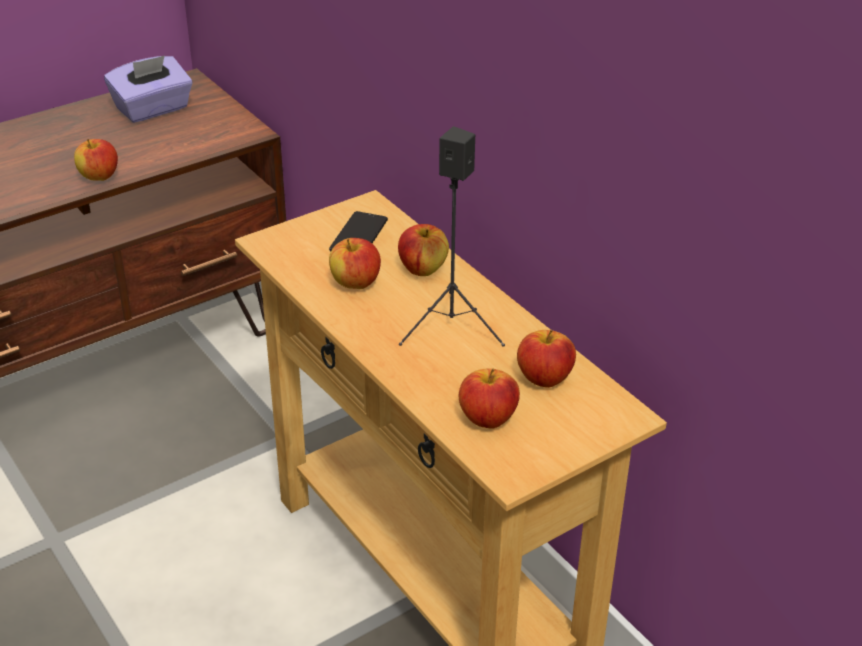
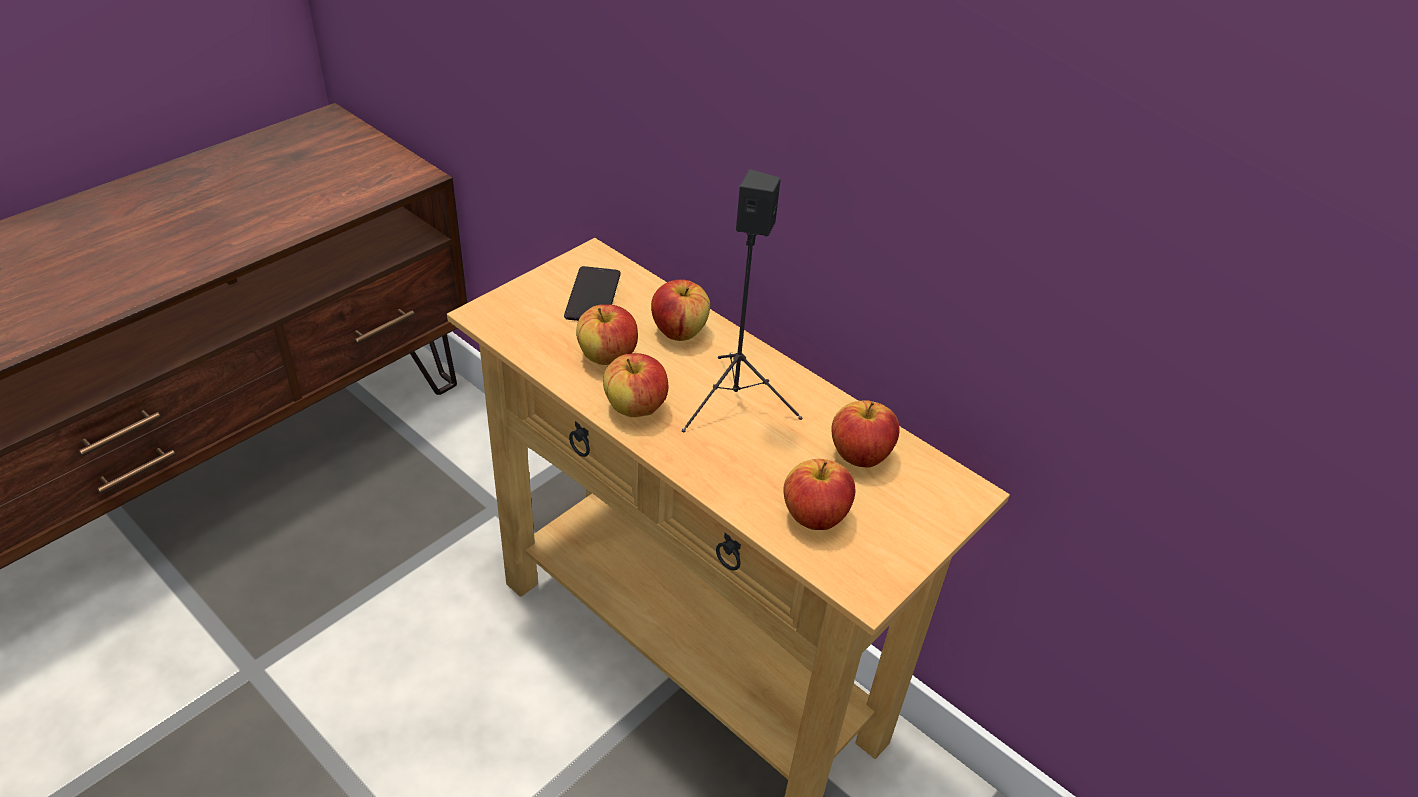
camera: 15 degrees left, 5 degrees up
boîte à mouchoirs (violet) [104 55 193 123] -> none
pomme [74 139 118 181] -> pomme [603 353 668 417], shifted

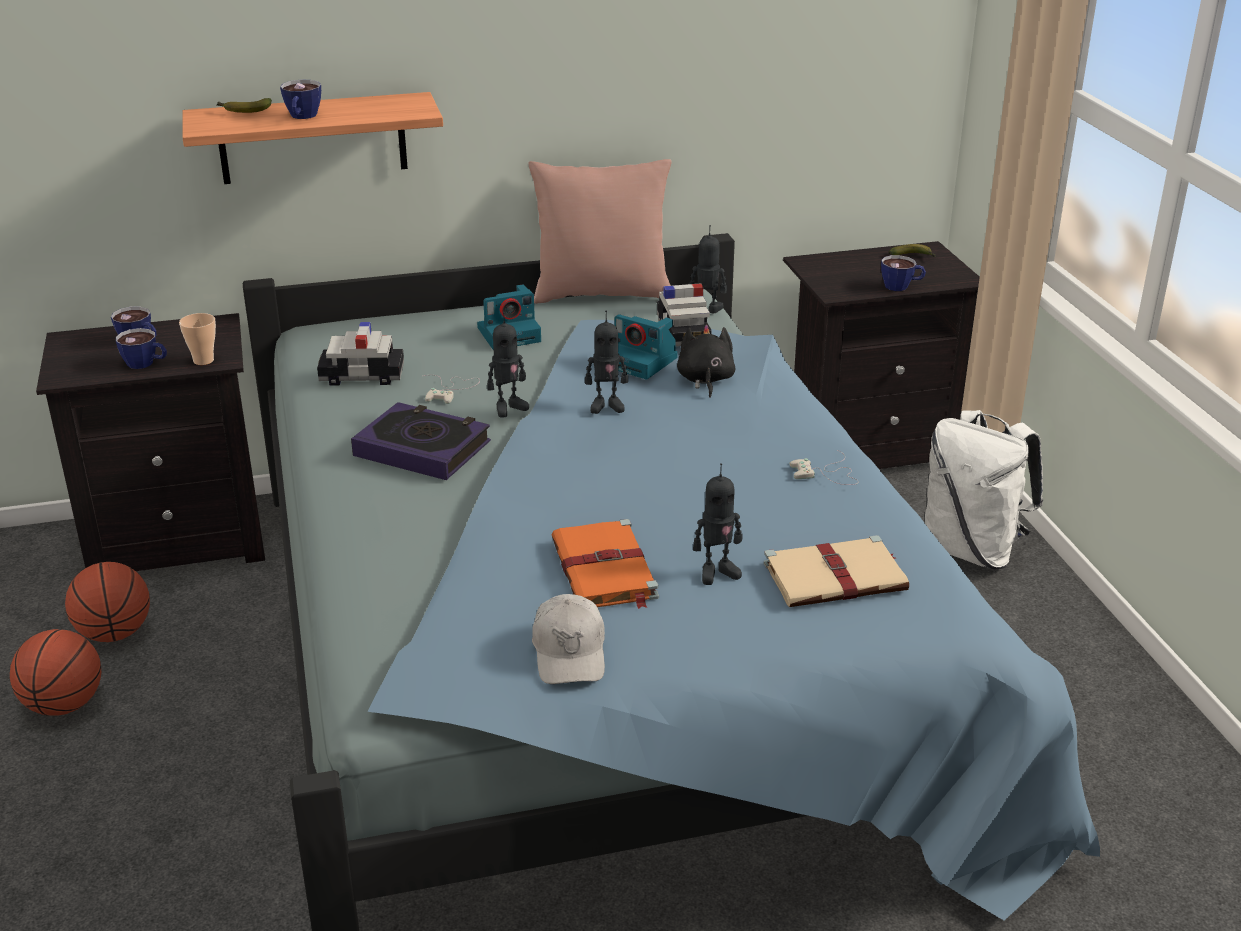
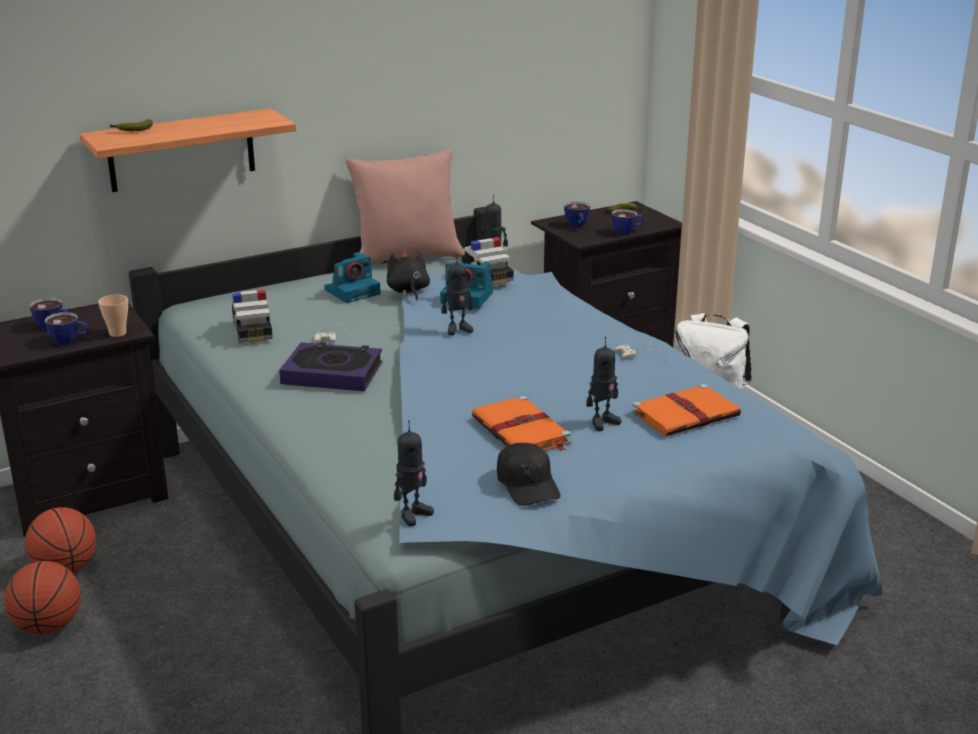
camera: 15 degrees left, 5 degrees down
tasse [280 80 321 119] -> tasse [564 201 590 227], shifted
robot jouet [487 312 529 418] -> robot jouet [394 420 434 526], shifted
peluche (noir) [677 325 736 398] -> peluche (noir) [387 250 430 301], shifted
casquette (blanc) [532 594 605 684] -> casquette (noir) [497 443 560 506]
livre (beige) [764 535 909 607] -> livre (orange) [632 384 741 436]
petite voiture [317 322 404 386] -> petite voiture [232 289 273 343], 90 degrees counterclockwise

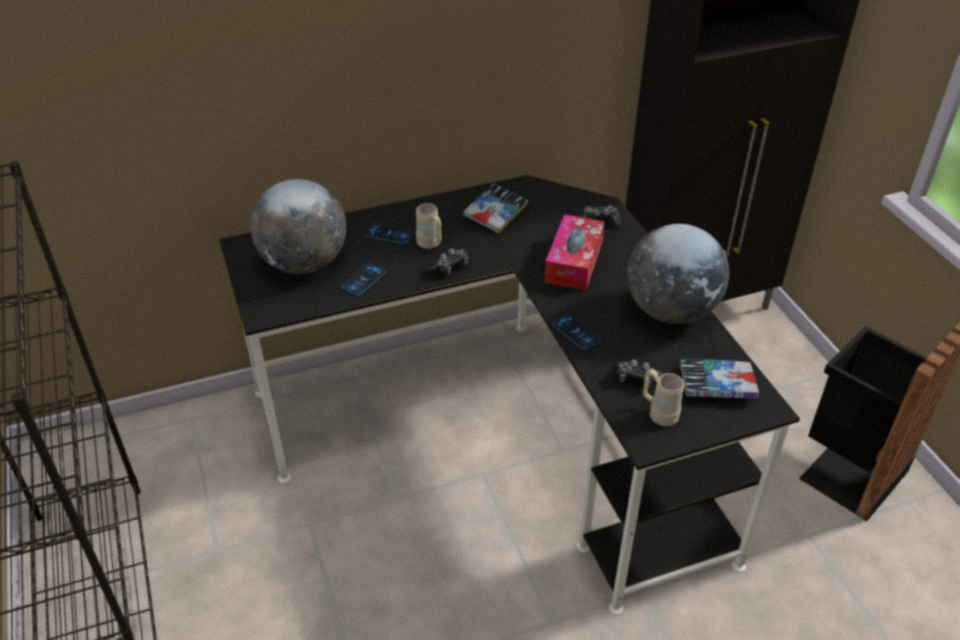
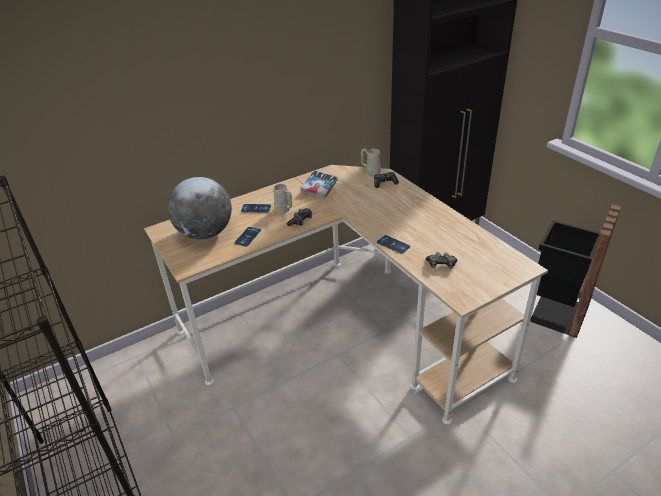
camera: 10 degrees left, 5 degrees down
boîte à mouchoirs [544 214 605 290] -> none
globe [627 224 729 324] -> none
livre [680 359 759 399] -> none
mug (beige) [643 369 684 426] -> mug (beige) [361 148 381 176], shifted
bureau (noir) [219 175 800 615] -> bureau (beige) [144 165 548 424]

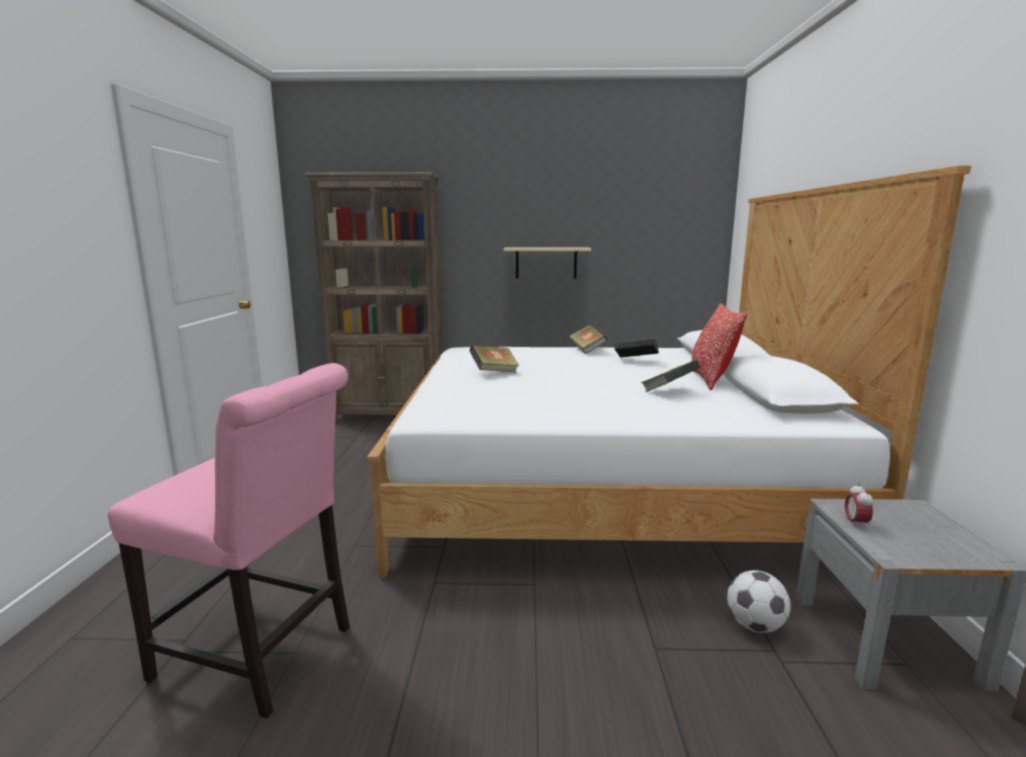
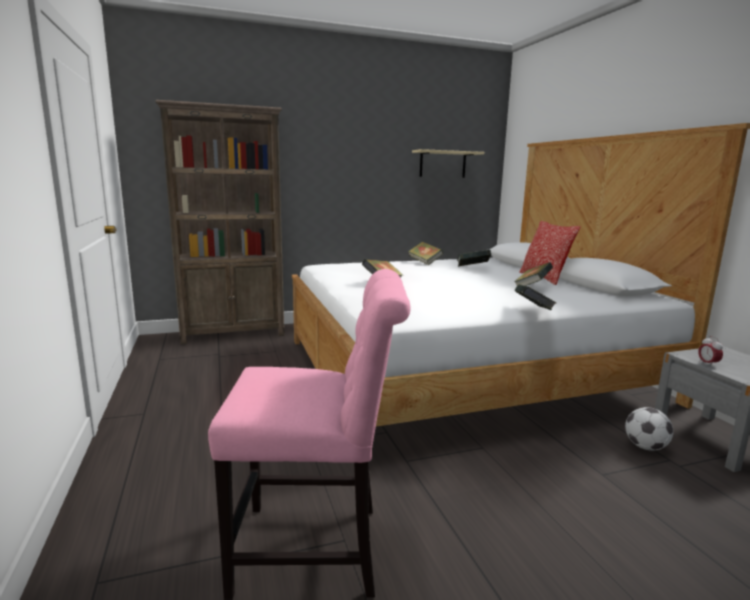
camera: 20 degrees left, 0 degrees up
none -> livre [515 284 556 310]
étagère (beige) [503 247 591 279] -> étagère (beige) [412 149 484 178], shifted

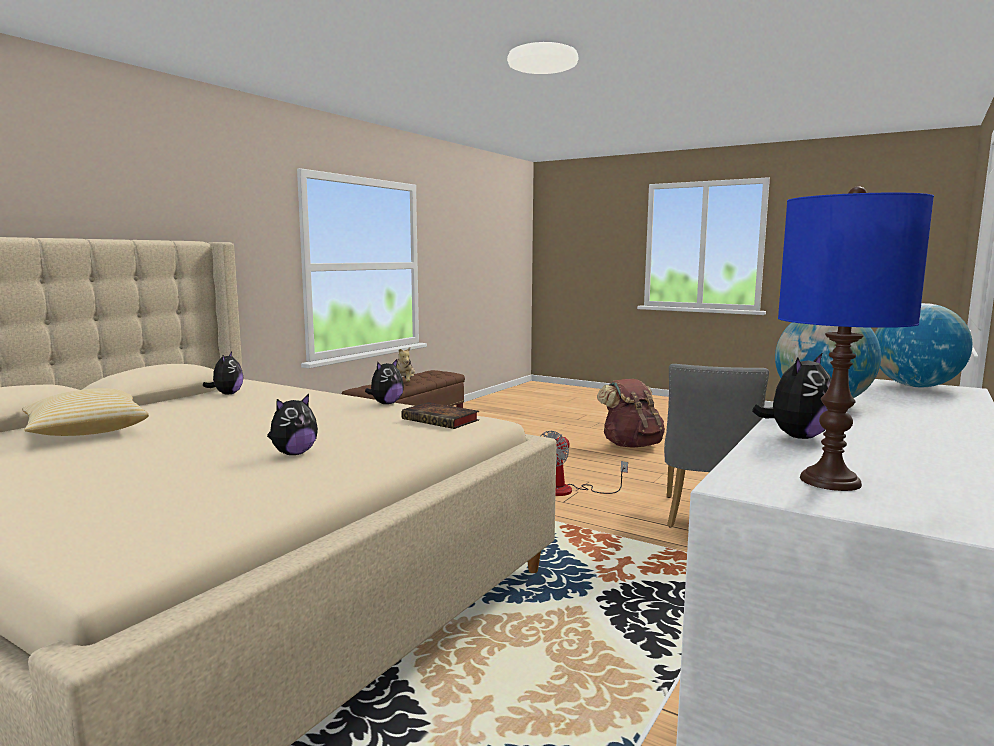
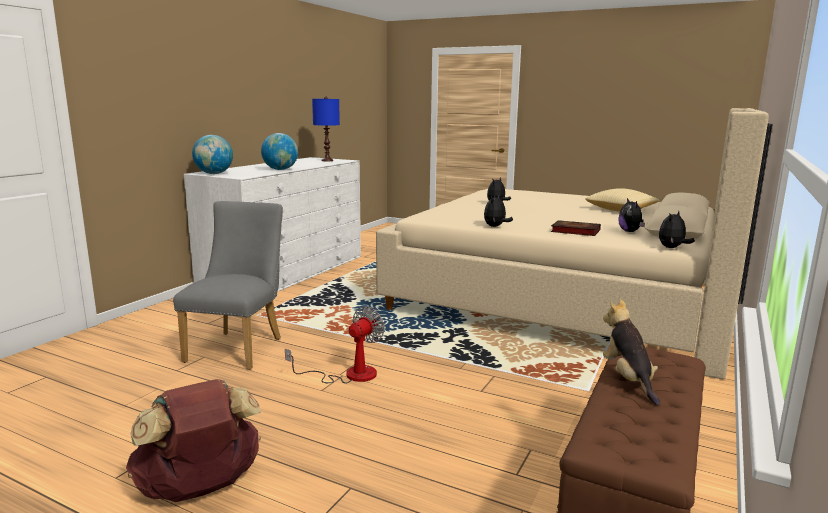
camera: 175 degrees right, 5 degrees up
livre [401 402 479 429] -> livre [551 220 601 236], shifted
peluche [752 352 831 439] -> peluche [659 211 695 248], shifted

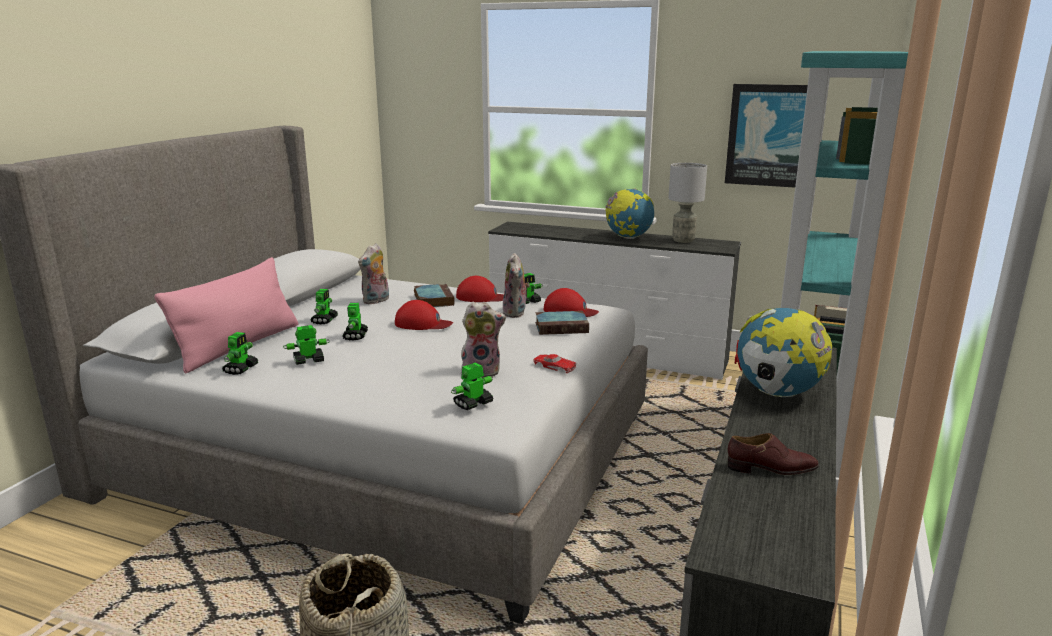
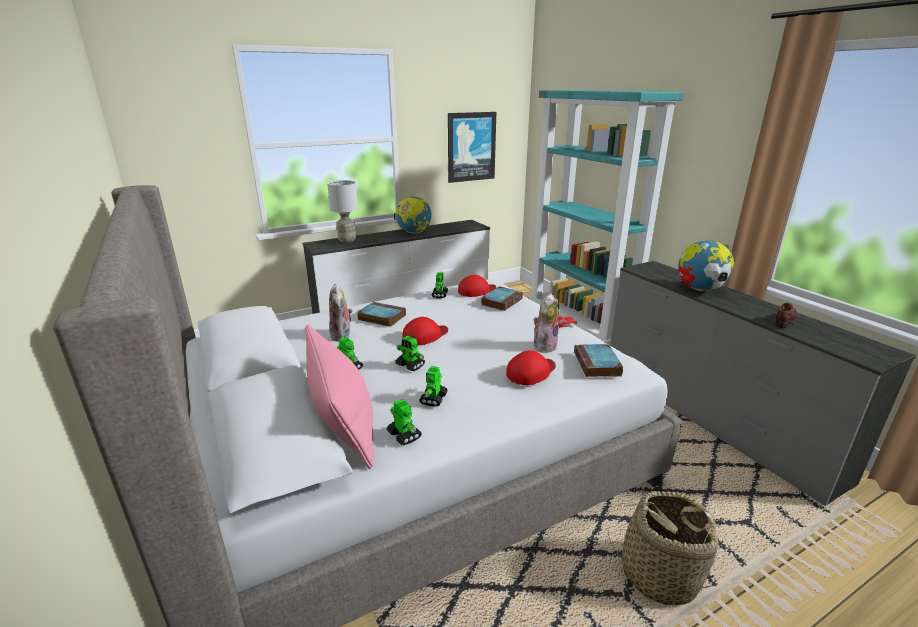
camera: 50 degrees left, 5 degrees up
peluche [503 253 530 318] -> none
casquette (rouge) [456 276 504 302] -> casquette (rouge) [506 350 556 385], shifted
lampe de table (gris) [668 163 707 243] -> lampe de table (gris) [327 180 358 243], shifted
robot jouet [451 362 494 410] -> livre [574 344 623 377]

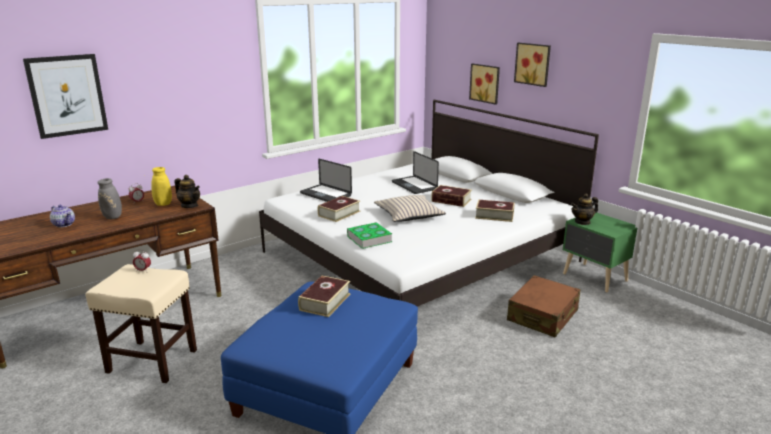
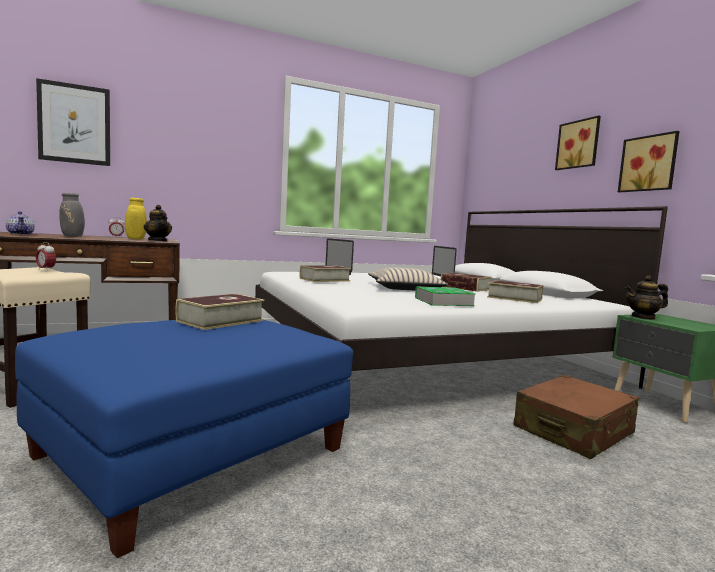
camera: 15 degrees right, 15 degrees down
livre [347 222 392 249] -> livre [415 287 475 306], shifted
tableau [469 63 500 105] -> tableau [618 131 680 192], shifted

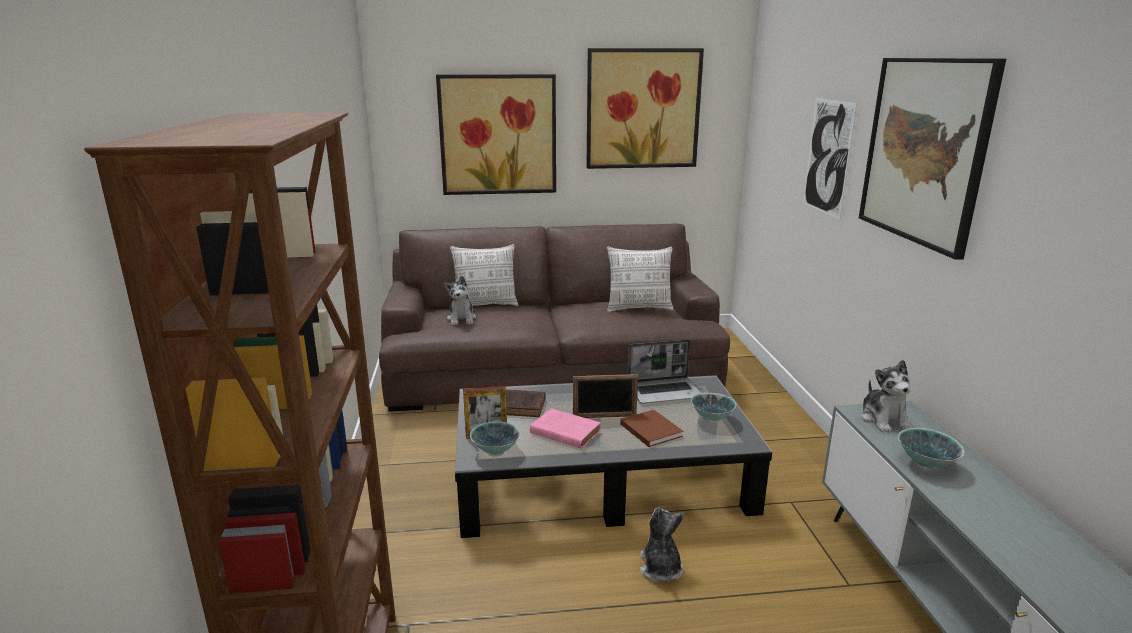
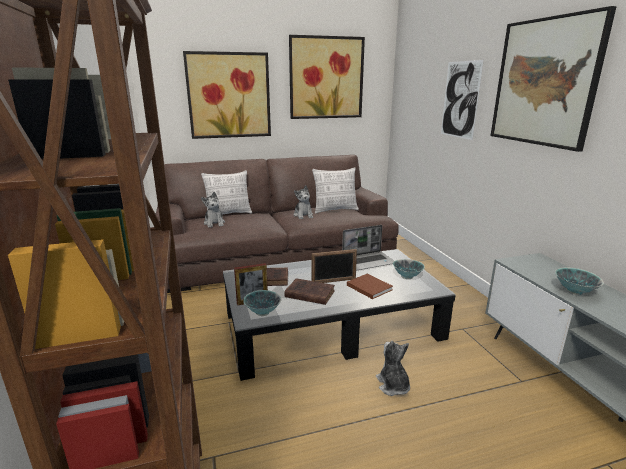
camera: 10 degrees left, 0 degrees up
peluche [860 360 911 432] -> peluche [294 185 313 219], shifted
livre (rose) [530 408 601 449] -> livre (marron) [284 278 335 305]

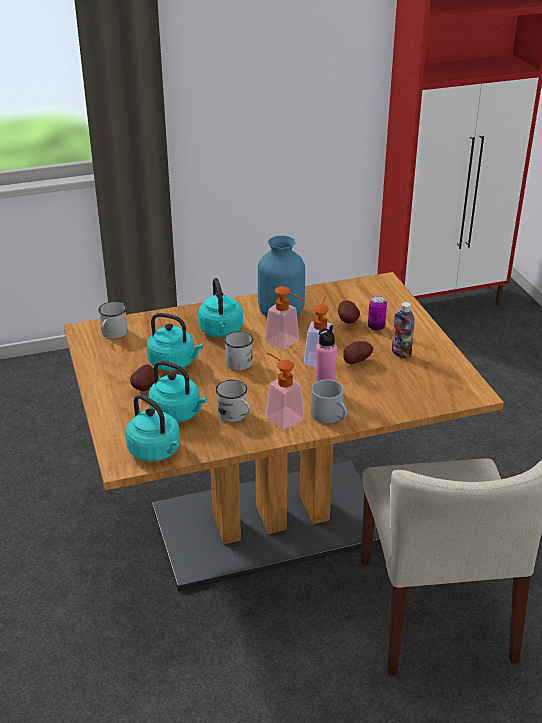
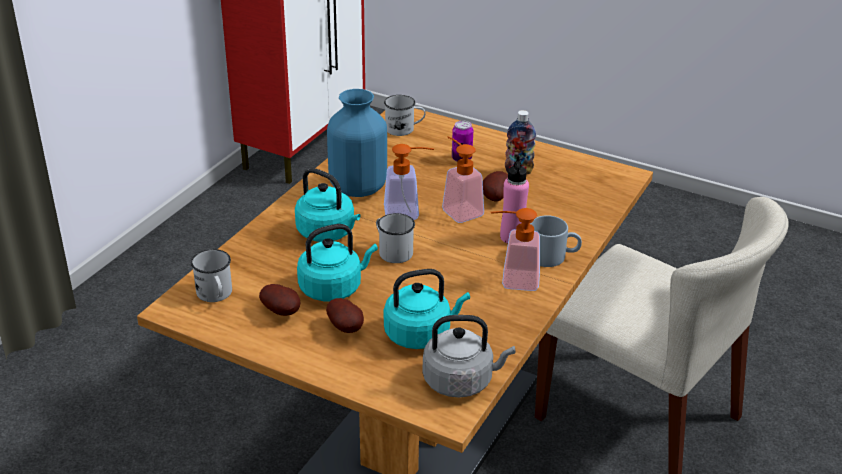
camera: 45 degrees left, 0 degrees up
mug (blanc) [216 380 251 422] -> mug (blanc) [384 95 426 136], shifted
pomme de terre [338 300 360 324] -> pomme de terre [259 284 300 316], shifted
bouilloire (turquoise) [126 394 180 462] -> bouilloire (gris) [422 315 515 398]

